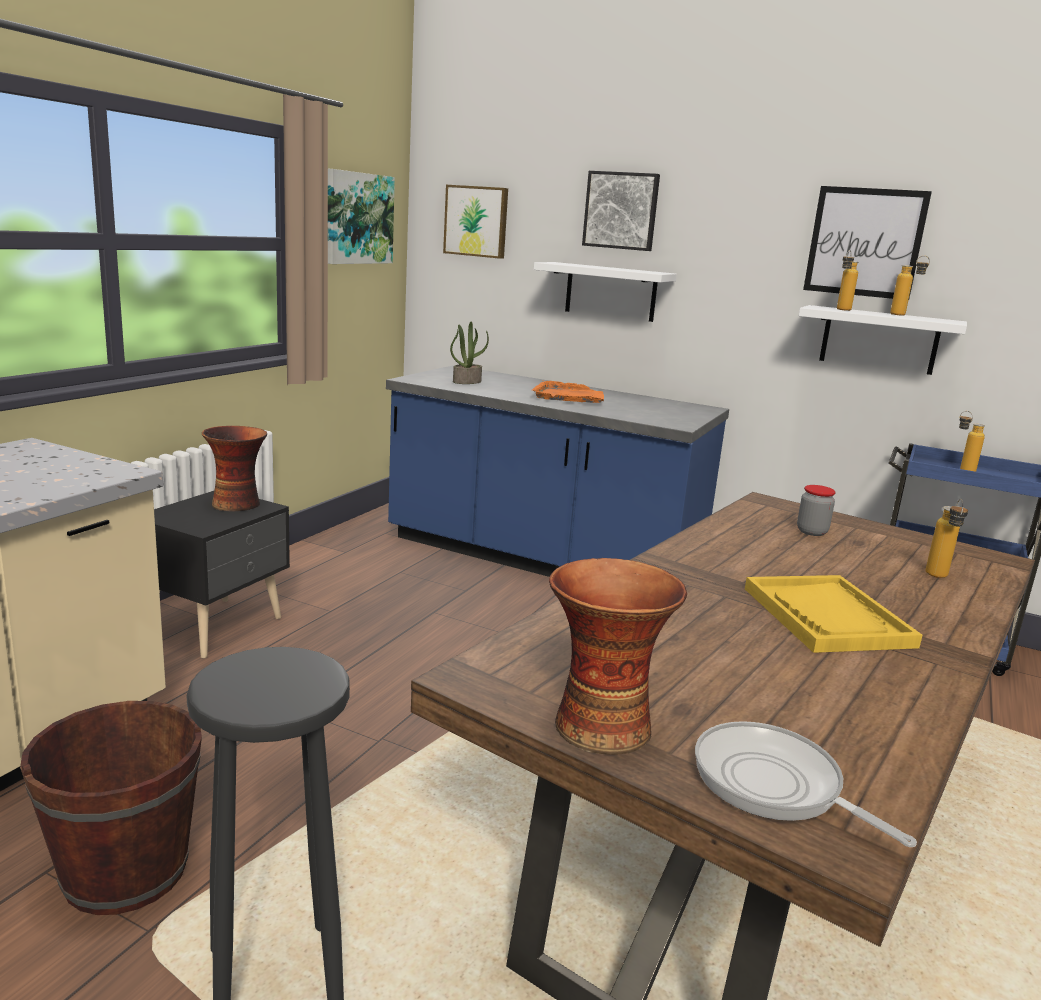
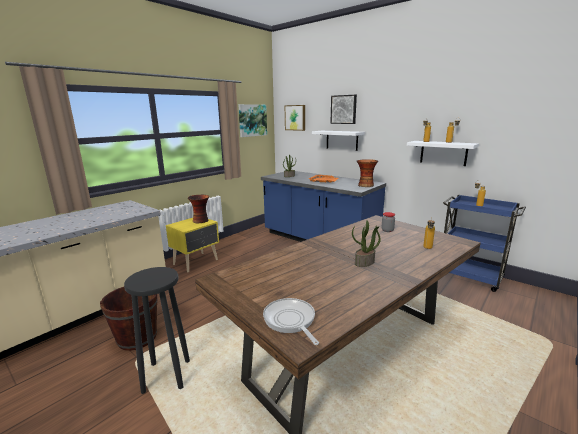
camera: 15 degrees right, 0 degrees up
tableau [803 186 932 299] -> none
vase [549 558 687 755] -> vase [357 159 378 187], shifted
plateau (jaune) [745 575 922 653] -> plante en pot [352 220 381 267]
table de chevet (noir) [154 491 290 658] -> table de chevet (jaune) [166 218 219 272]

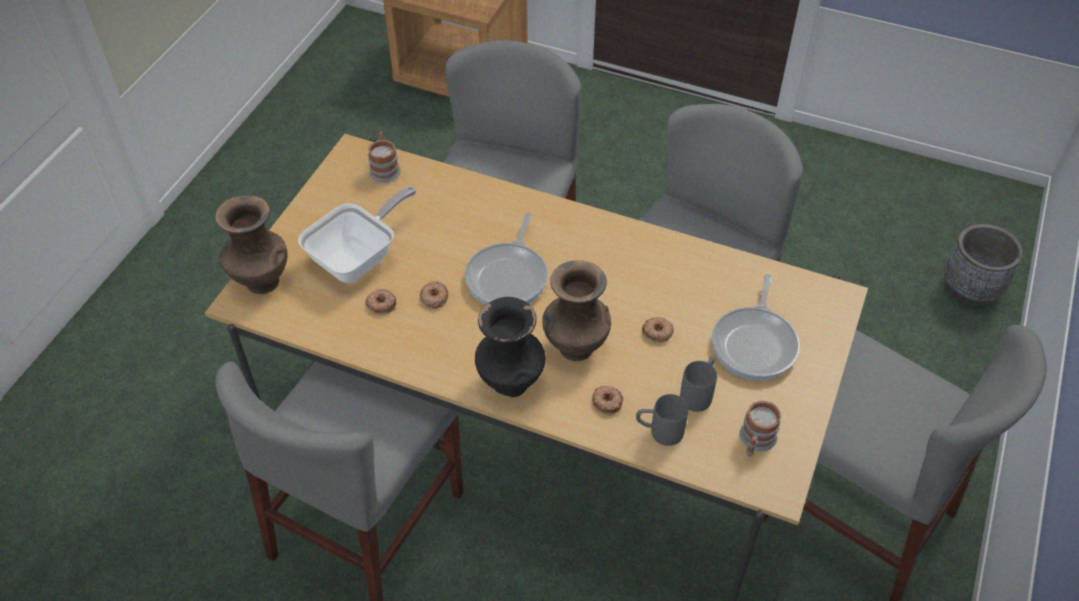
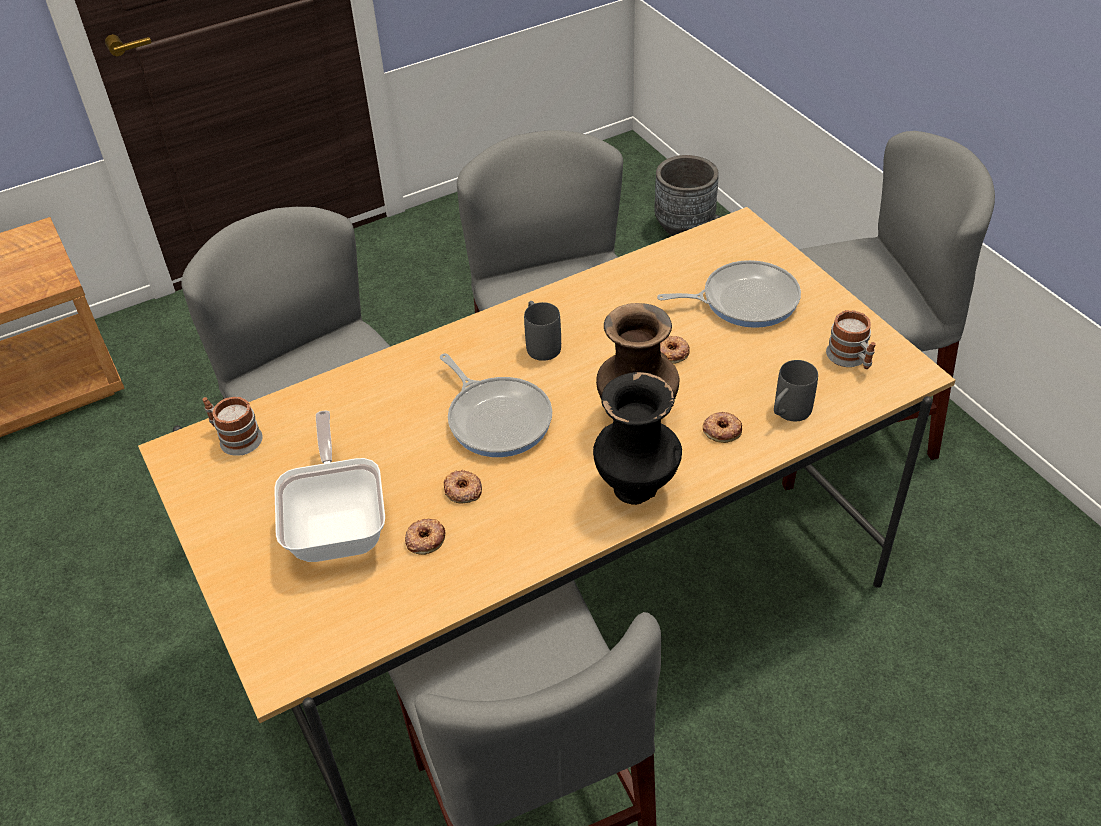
camera: 50 degrees left, 5 degrees down
vase (marron) [215 195 288 294] -> none
mug (gris) [680 357 717 412] -> mug (gris) [524 301 561 361], shifted
poêle [712 274 800 380] -> poêle [657 260 801 328], 60 degrees counterclockwise

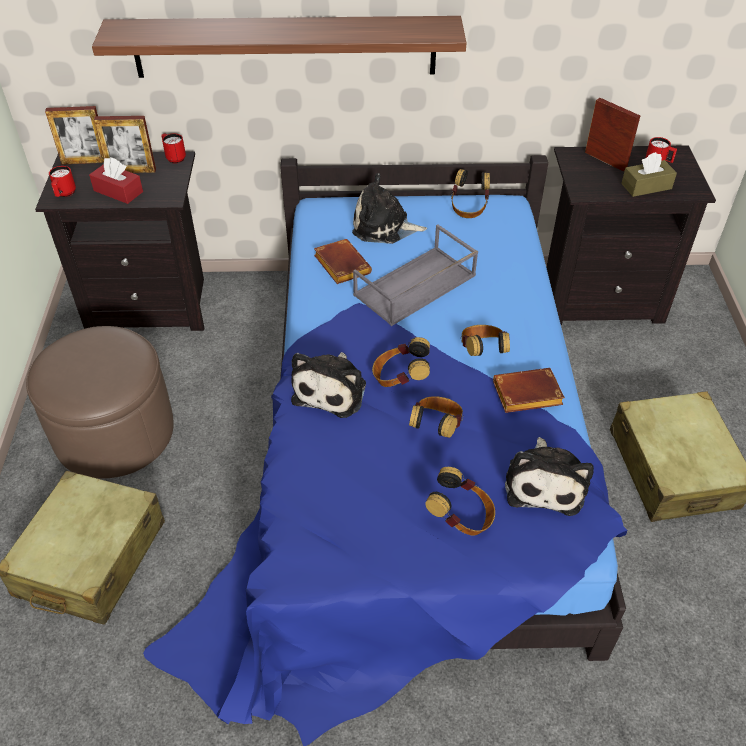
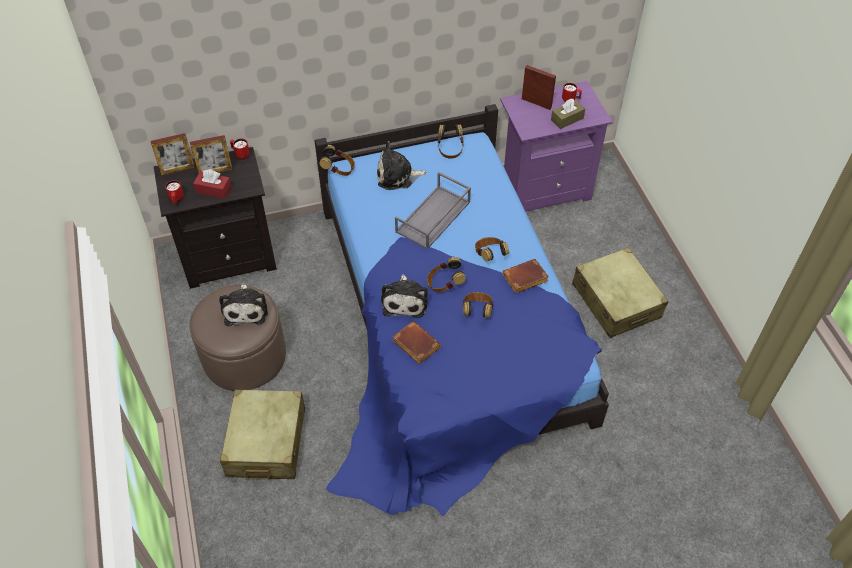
camera: 15 degrees left, 5 degrees up
étagère [92 16 466 78] -> none
livre (marron) [314 239 372 284] -> livre (marron) [392 321 441 364], shifted
casque audio [425 467 495 536] -> casque audio [319 145 355 176], shifted
peluche [505 437 594 516] -> peluche [219 283 268 326], shifted
table de chevet (noir) [546 145 716 325] -> table de chevet (violet) [500 81 612 212]

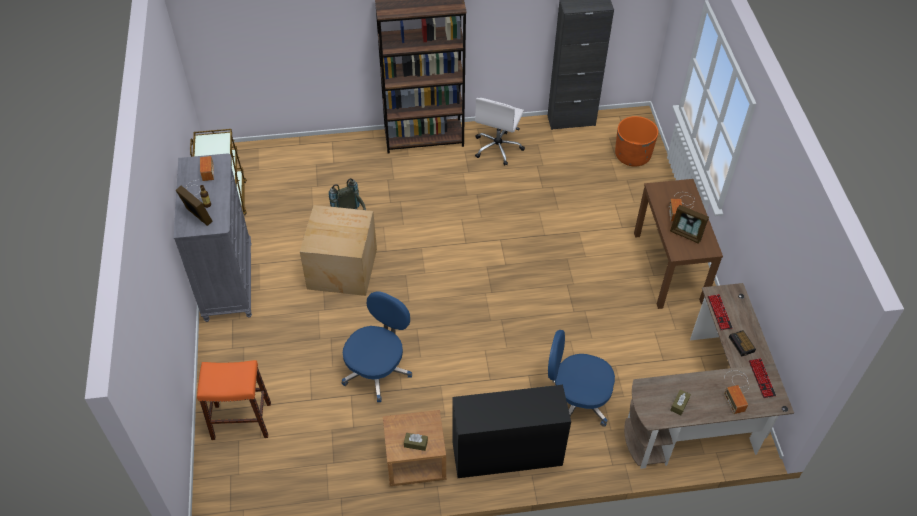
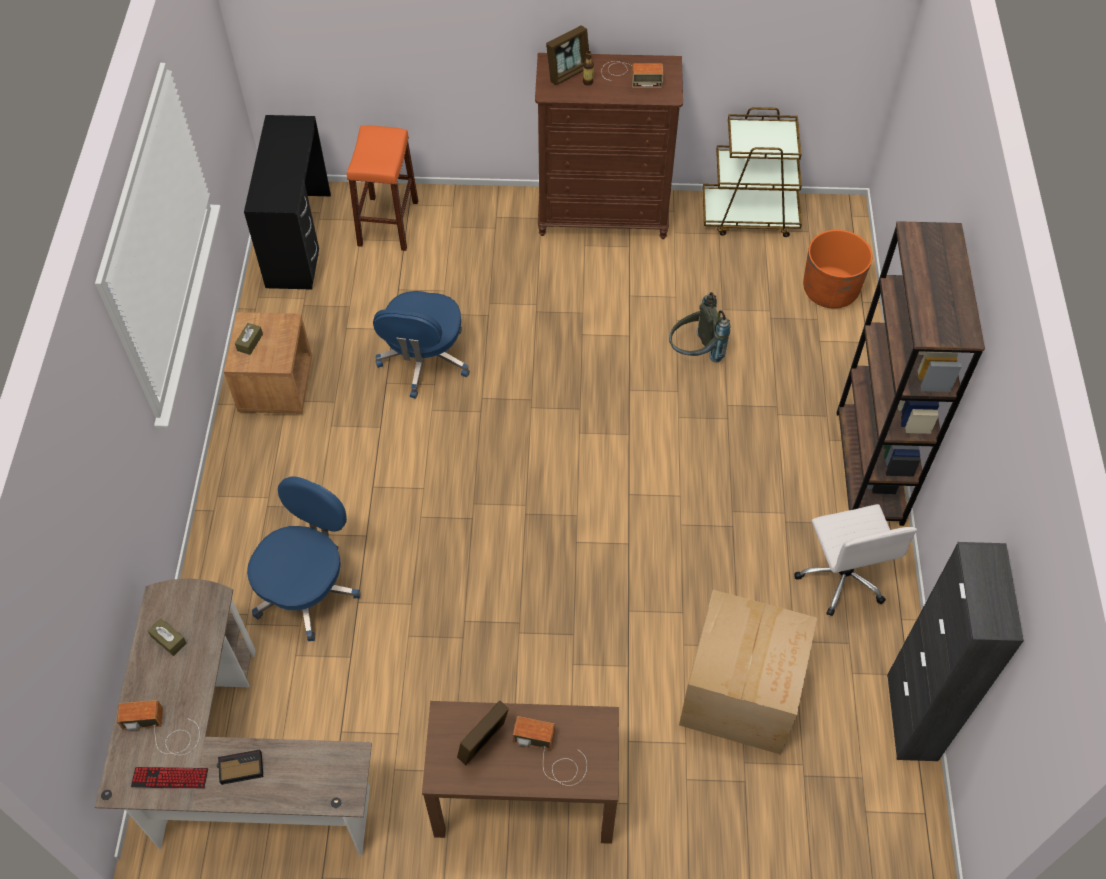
camera: 100 degrees right, 5 degrees up
clavier [708 294 733 330] -> none
carton [300 205 377 296] -> carton [679 590 818 755], shifted
bureau (noir) [452 385 571 478] -> bureau (noir) [244 115 331 290], shifted
cache-pot (orange) [615 116 658 167] -> cache-pot (orange) [803 230 872 309], shifted
commode (gris) [173 154 252 322] -> commode (marron) [535 53 683 239]
chaise de bureau (bleu) [342 291 412 402] -> chaise de bureau (bleu) [373 291 470 399], 60 degrees clockwise
chaise de bureau (blanc) [475 98 525 166] -> chaise de bureau (blanc) [794 504 917 616], 135 degrees counterclockwise

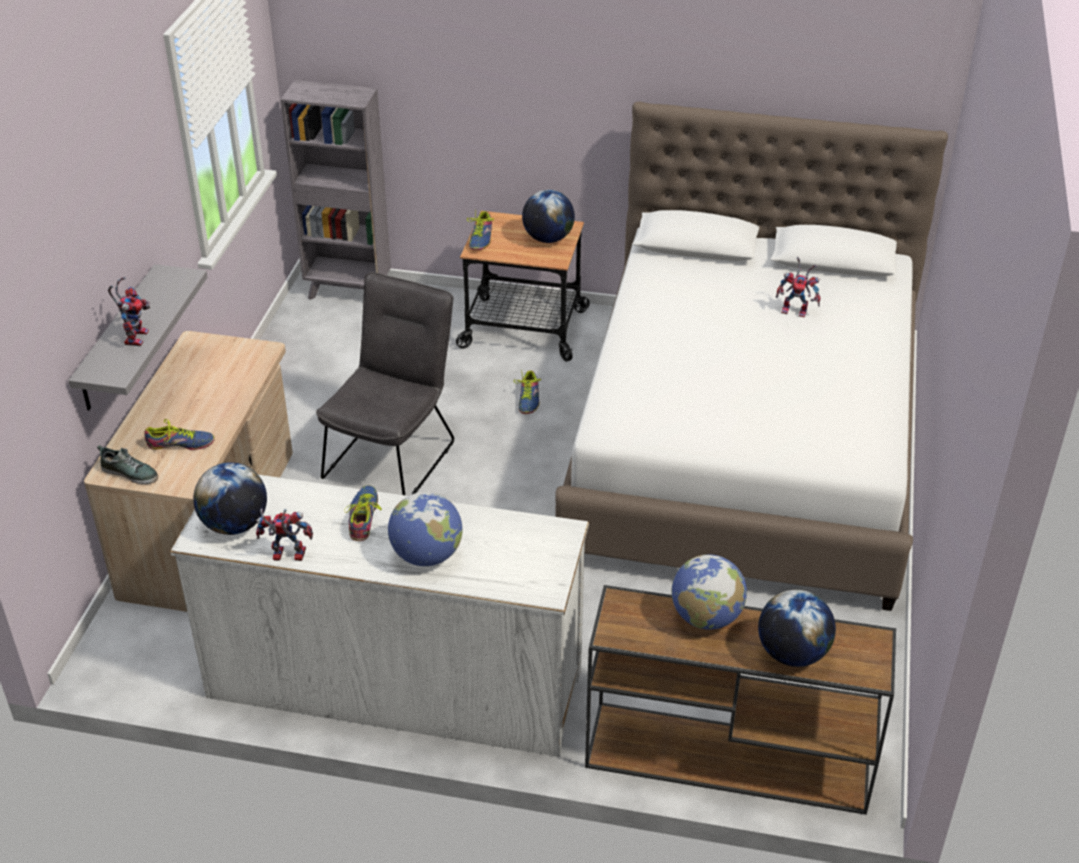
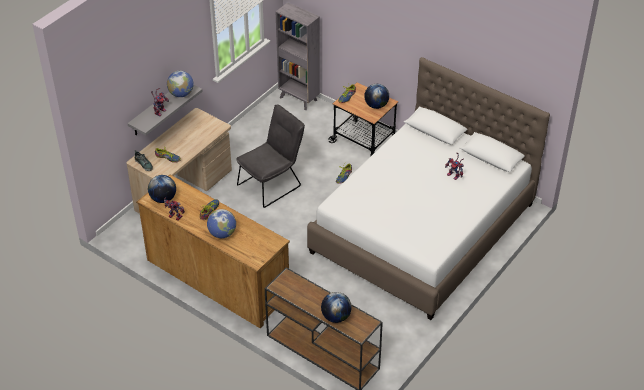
camera: 25 degrees right, 5 degrees up
globe [671 555 747 630] -> globe [167 71 194 97], shifted
commode (blanc) [170 475 589 757] -> commode (marron) [136 174 290 328]

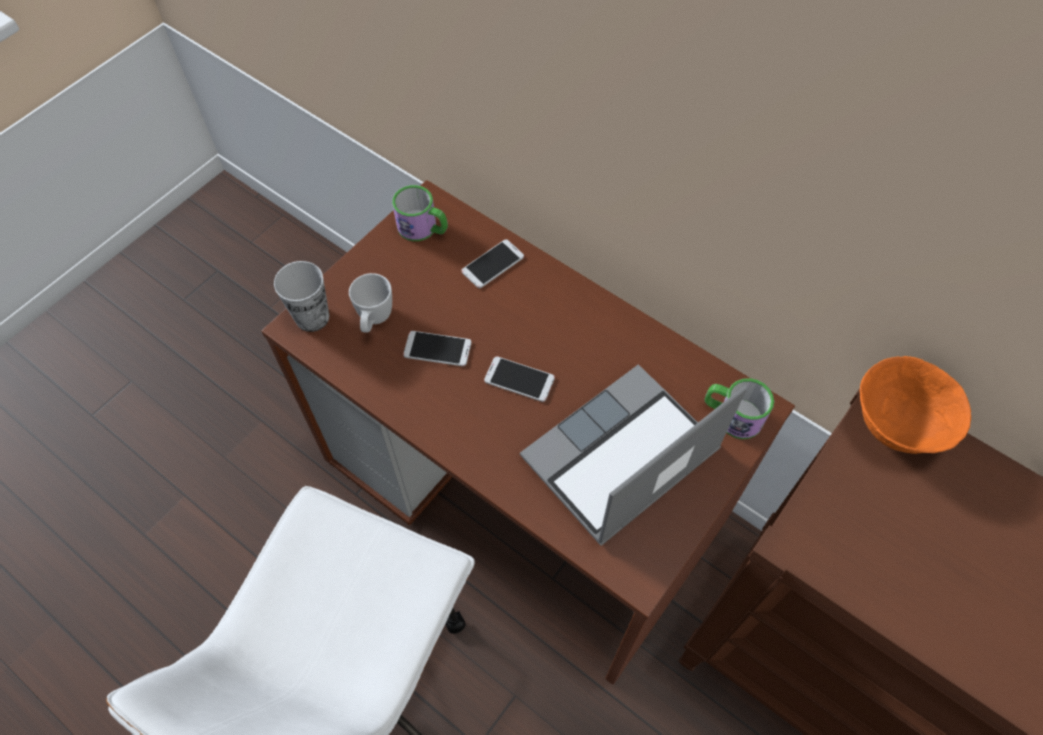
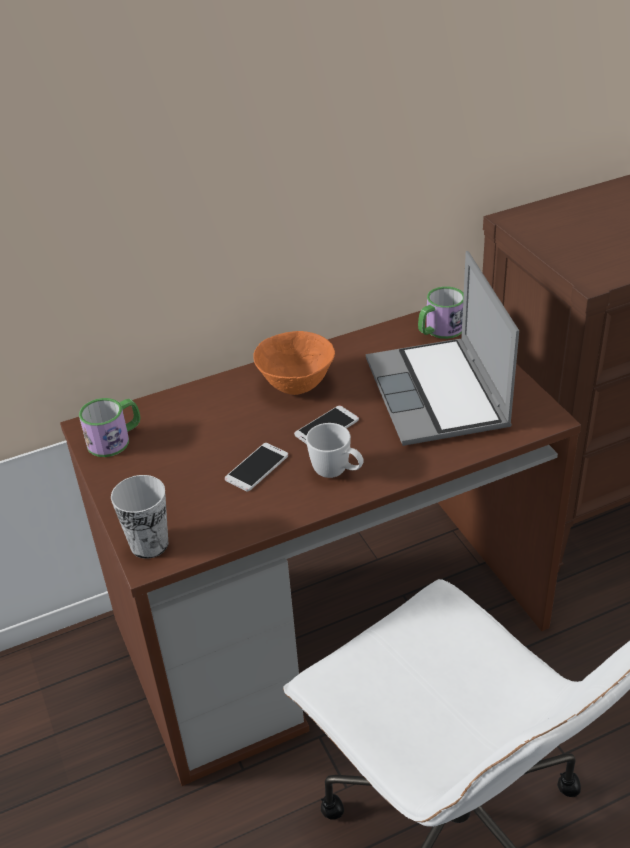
camera: 60 degrees left, 20 degrees down
téléphone [462 239 524 288] -> none
mug (blanc) [349 273 392 333] -> mug (blanc) [306 423 364 478], shifted
bol (orange) [860 356 971 454] -> bol (orange) [253 331 335 395], shifted

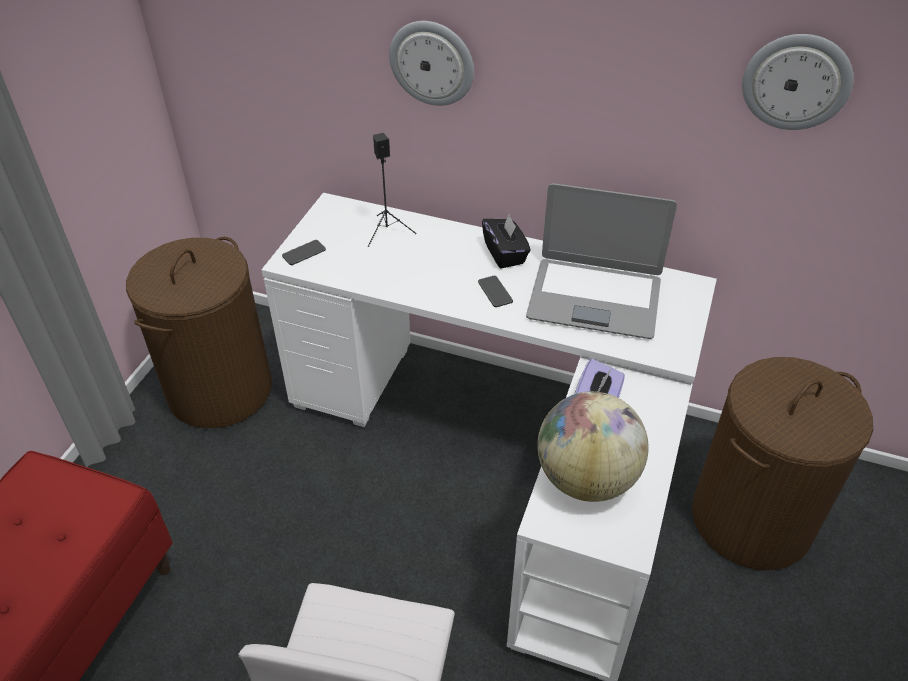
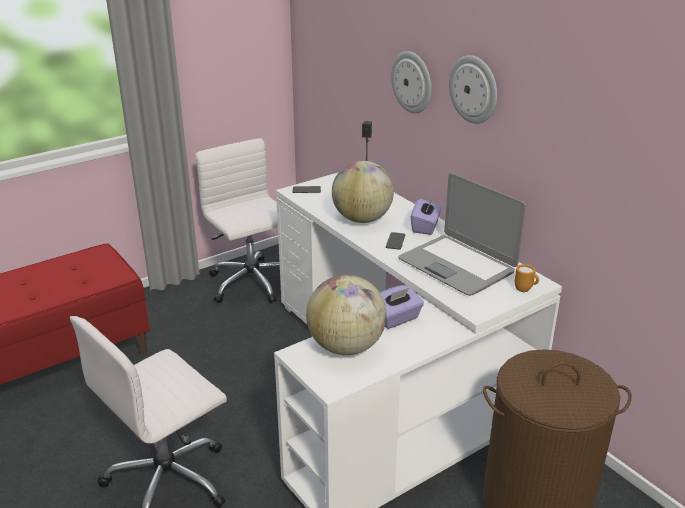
camera: 35 degrees right, 15 degrees down
none -> globe [332 161 394 223]
none -> mug (orange) [515 264 539 292]
horloge murale [742 34 854 130] -> horloge murale [449 55 497 124], shifted
panier à linge (marron) [126 237 272 428] -> chaise de bureau (blanc) [195 138 280 304]
boîte à mouchoirs (noir) [482 214 531 269] -> boîte à mouchoirs (violet) [411 198 442 235]

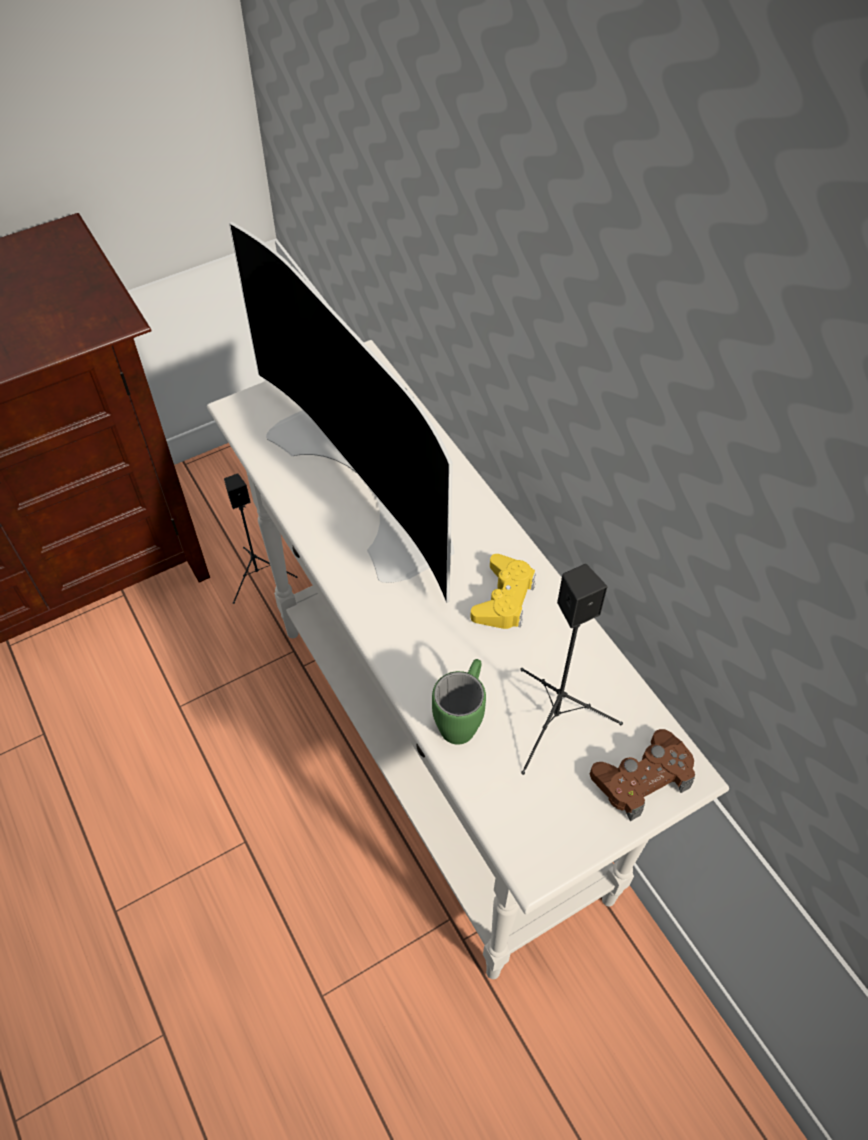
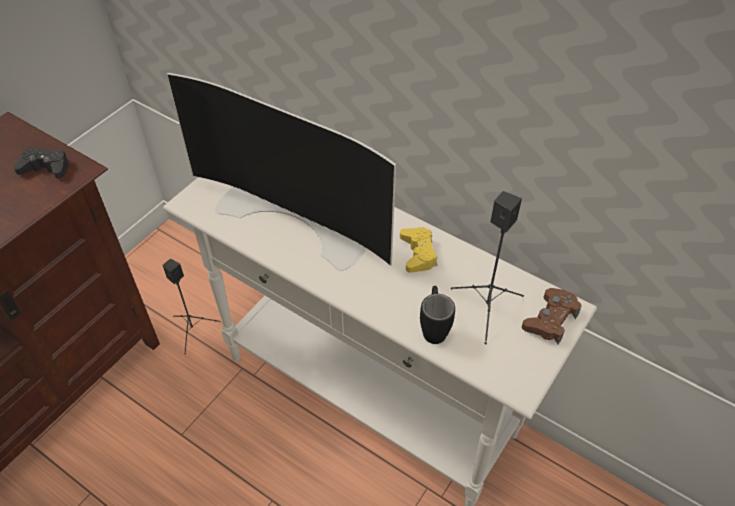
camera: 25 degrees left, 5 degrees down
none -> manette (noir) [13 147 69 179]
mug (vert) [432 659 486 745] -> mug (noir) [420 286 455 344]

